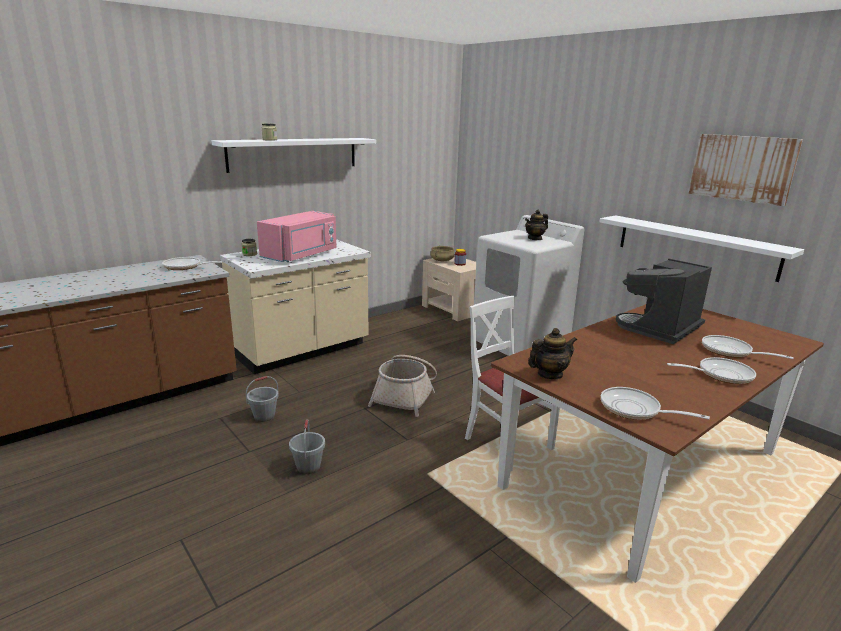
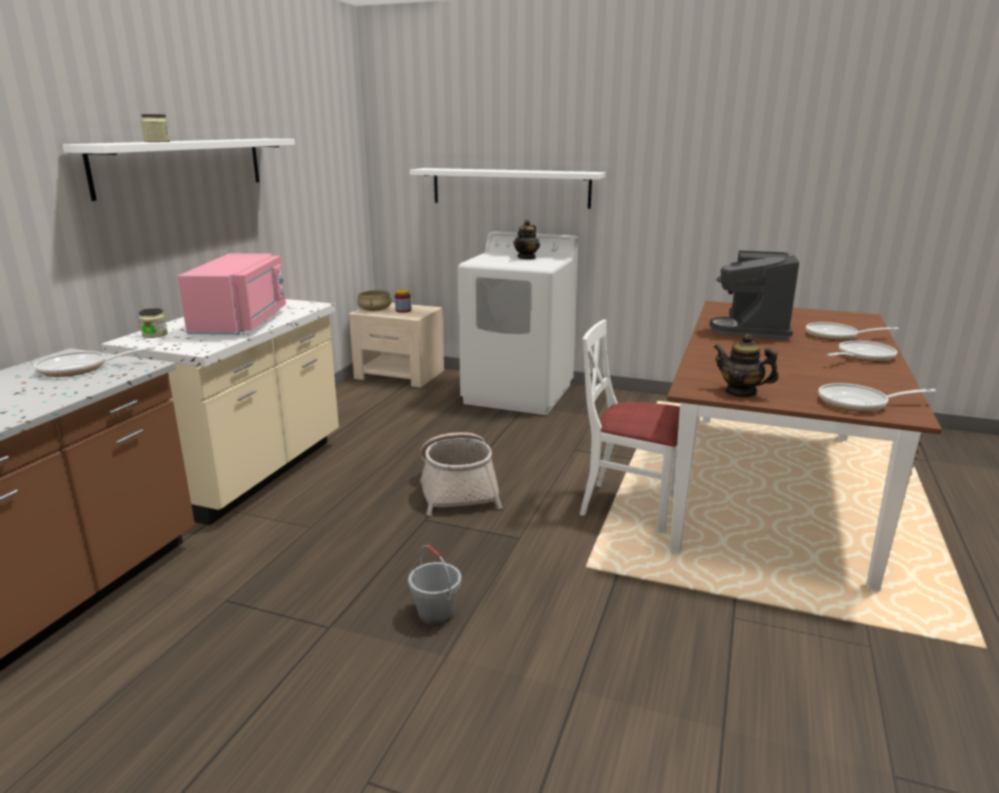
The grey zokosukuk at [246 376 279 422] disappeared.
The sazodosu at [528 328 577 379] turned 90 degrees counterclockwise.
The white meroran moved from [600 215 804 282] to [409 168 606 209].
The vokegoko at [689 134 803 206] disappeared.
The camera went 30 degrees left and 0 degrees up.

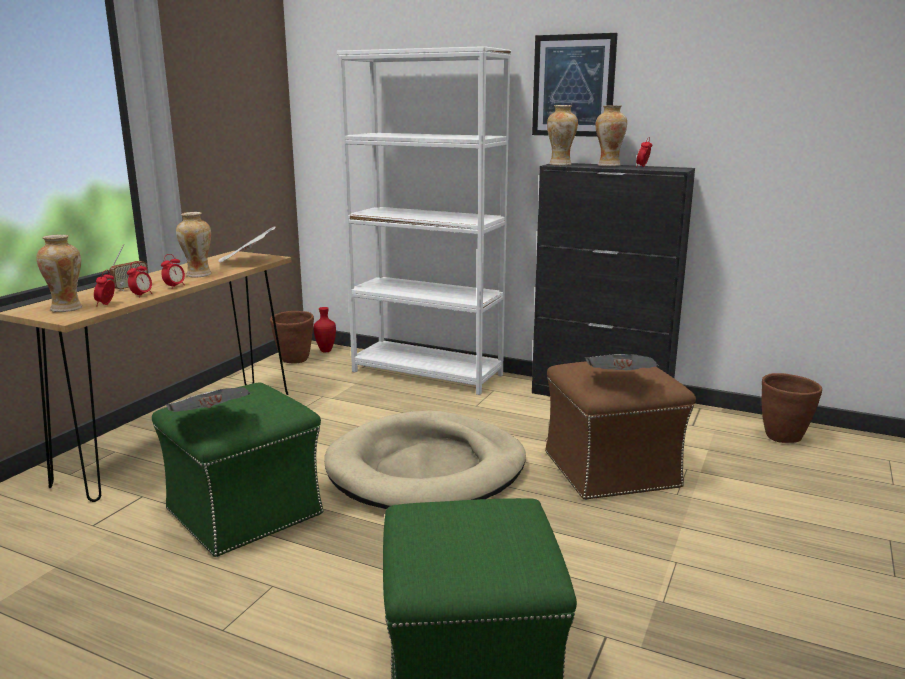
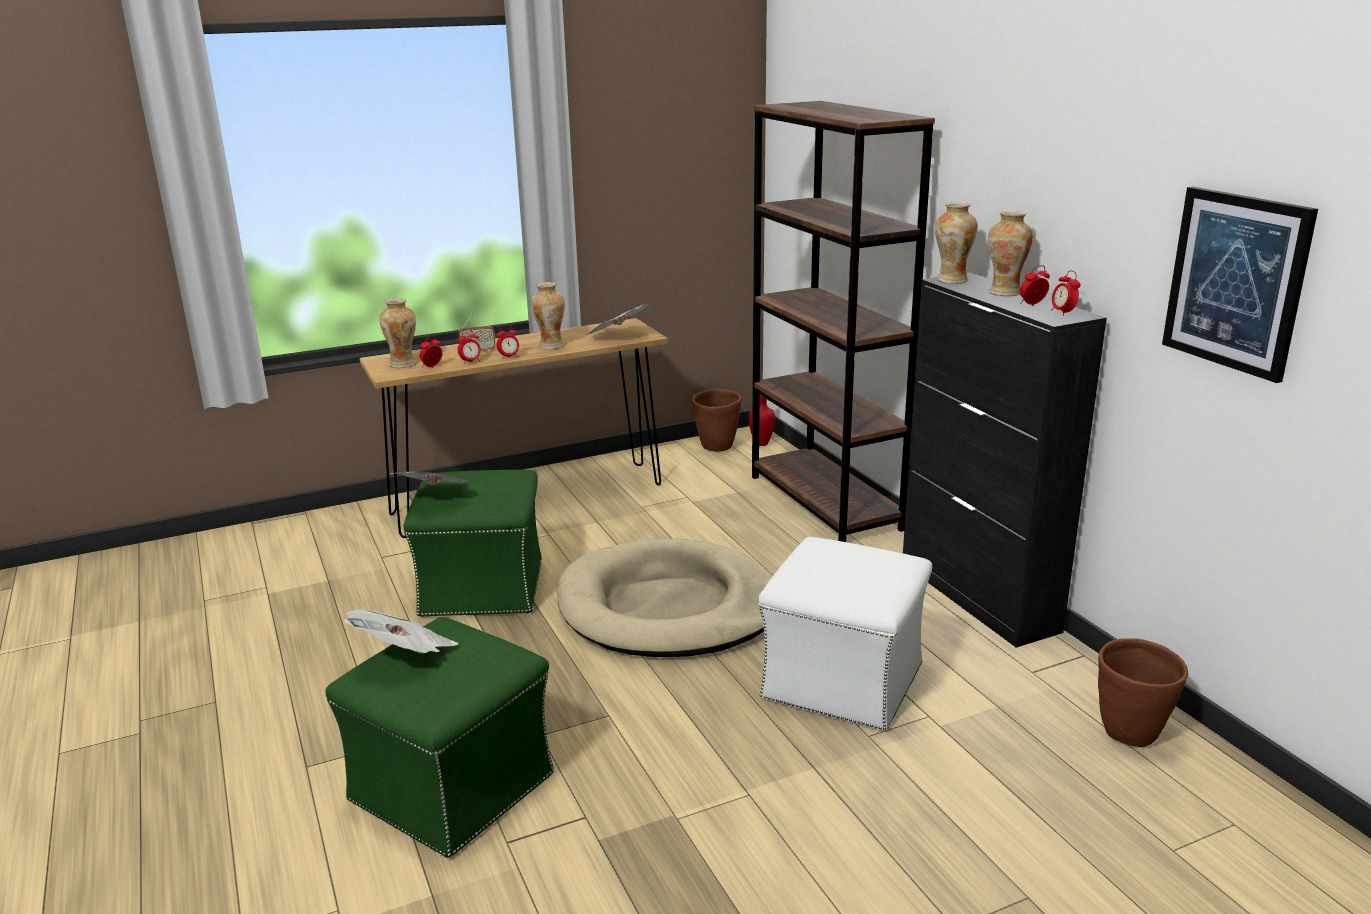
The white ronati at [337 46 511 395] became the brown ronati at [752 101 935 542].
The vokegoko moved from [532 33 618 137] to [1162 187 1318 383].
The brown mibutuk at [545 361 696 500] became the white mibutuk at [759 537 932 731].
The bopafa moved from [585 354 659 370] to [343 609 458 653].
The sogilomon at [1051 270 1081 316] appeared.
The camera went 40 degrees right and 5 degrees up.

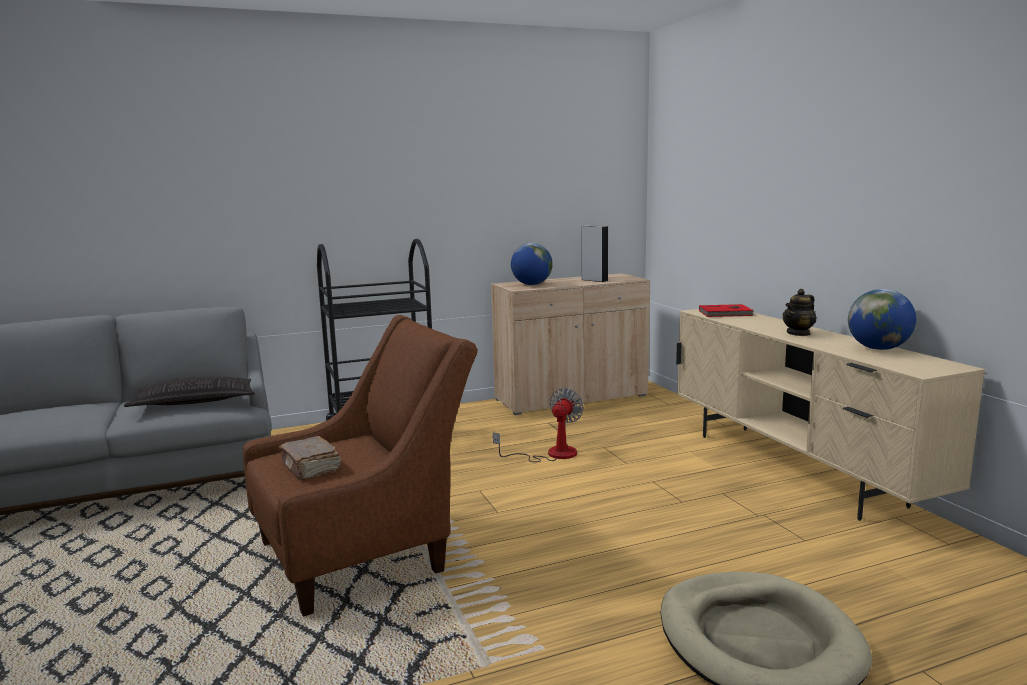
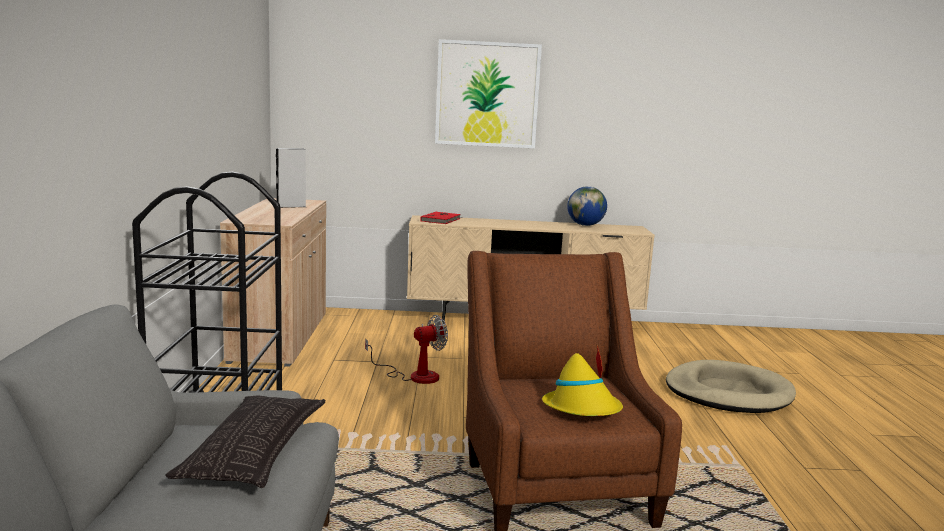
The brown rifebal at [278 436 341 480] was replaced by the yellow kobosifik at [542 346 623 416].
The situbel at [493 388 584 462] turned 105 degrees clockwise.
The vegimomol at [511 243 553 285] disappeared.
The sazodosu at [783 289 817 336] disappeared.
The vokegoko at [435 39 542 148] appeared.
The camera went 70 degrees left and 0 degrees up.

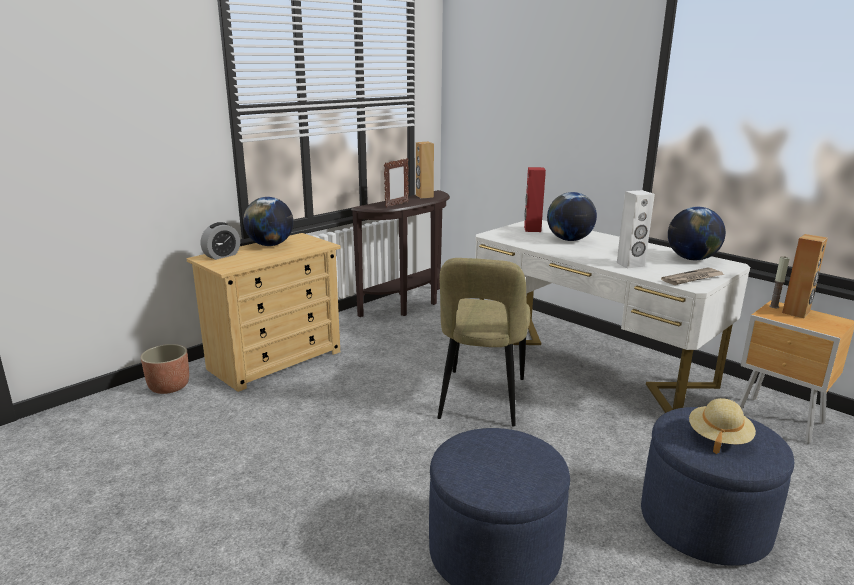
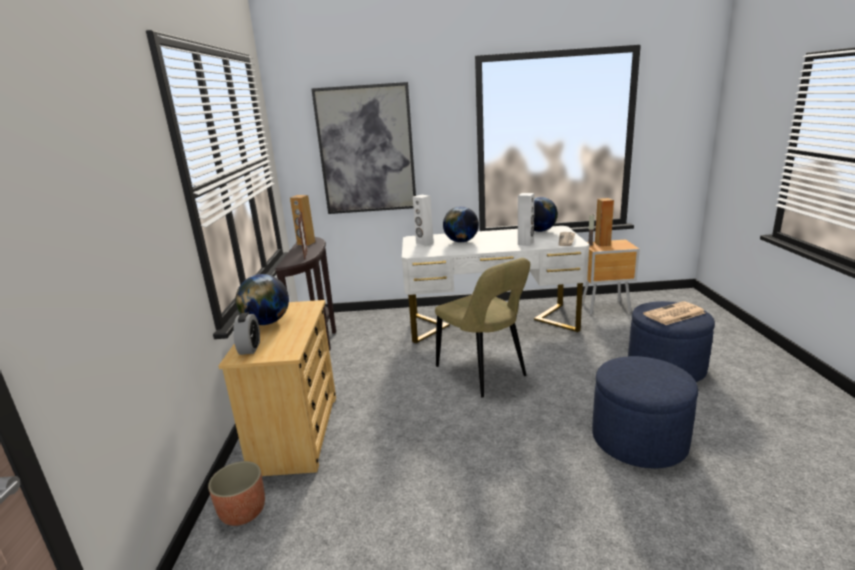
The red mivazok at [524 167 546 232] became the white mivazok at [413 195 434 245].
The beige kobosifik at [689 398 756 454] was replaced by the bopafa at [643 301 705 325].
The vokegoko at [311 82 416 214] appeared.
The camera went 45 degrees left and 0 degrees up.

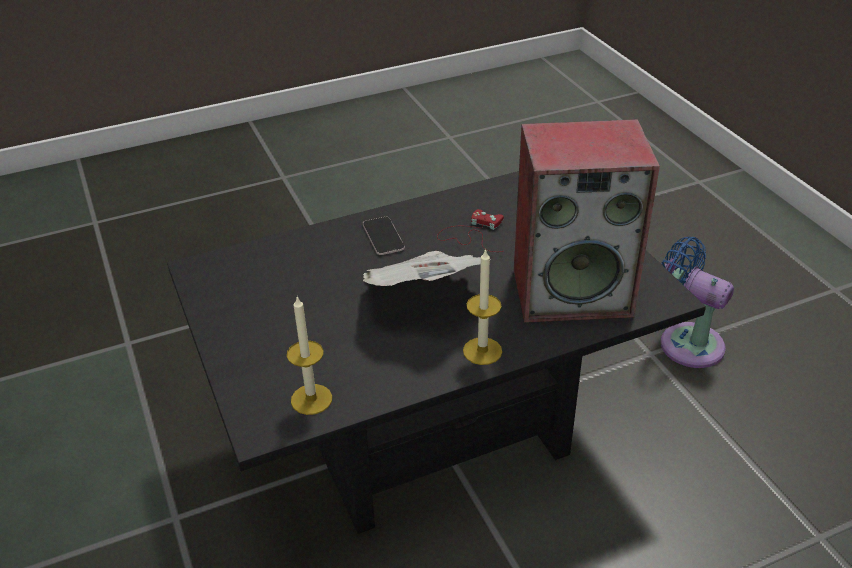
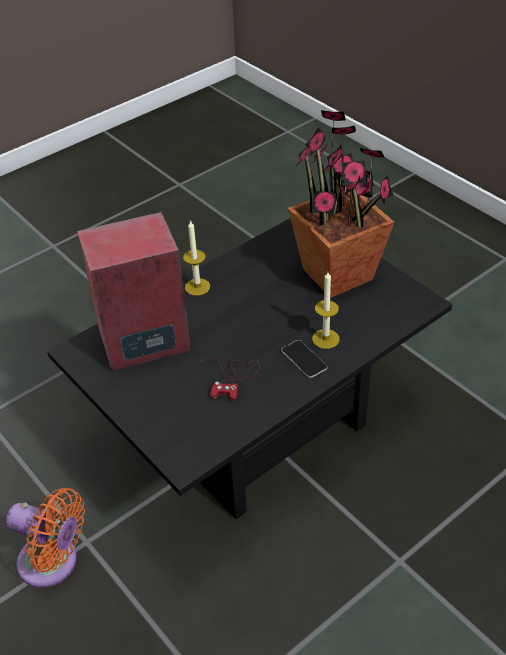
The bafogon moved from [287 297 332 415] to [312 272 339 349].
The bopafa at [363 251 481 286] disappeared.
The blue situbel at [661 237 734 368] became the orange situbel at [6 488 85 588].
The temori at [288 110 394 298] appeared.
The camera went 165 degrees right and 5 degrees up.

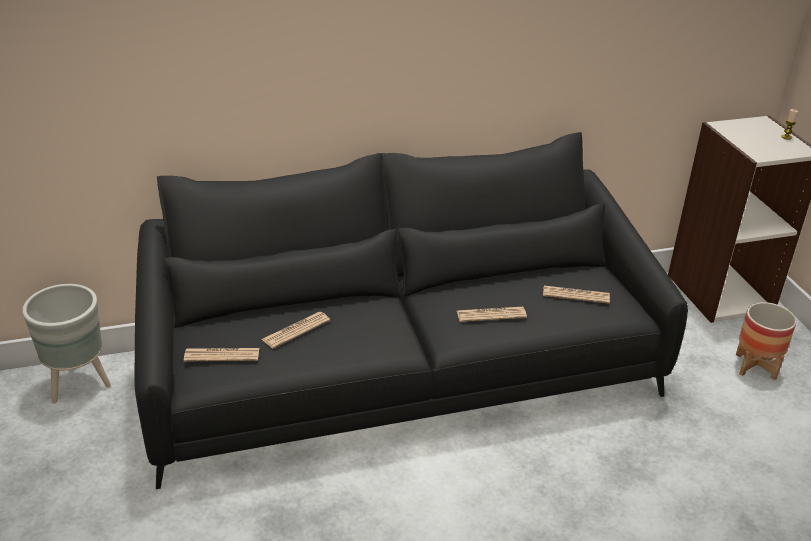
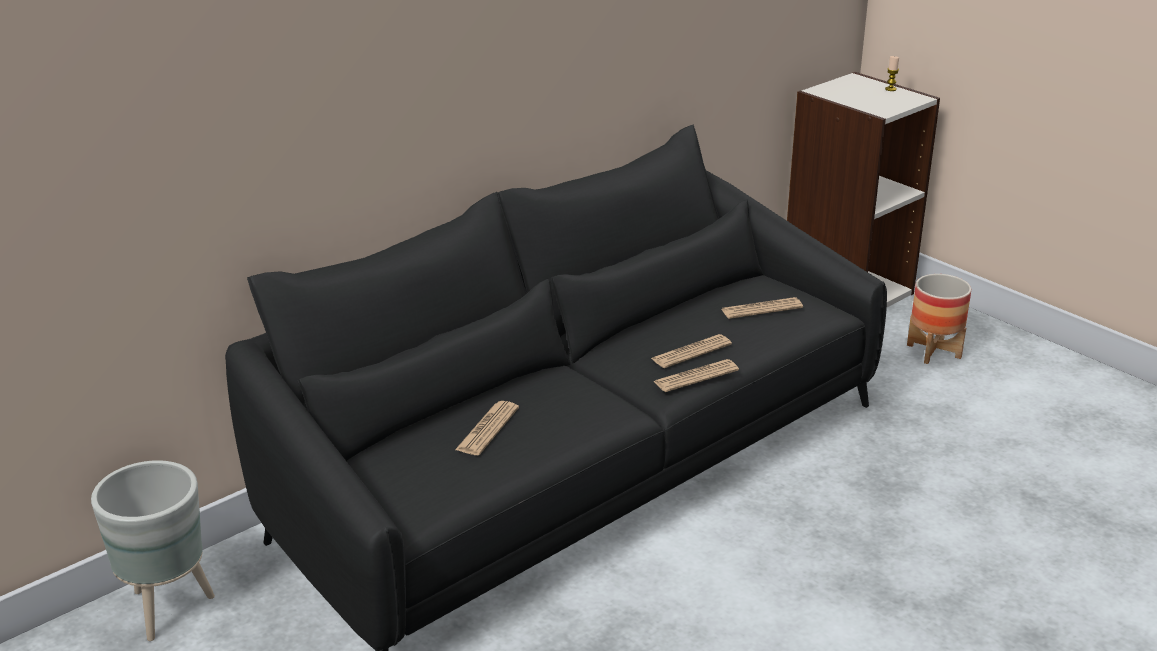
The bopafa moved from [184 348 259 361] to [653 359 739 392].
The camera went 25 degrees left and 5 degrees down.

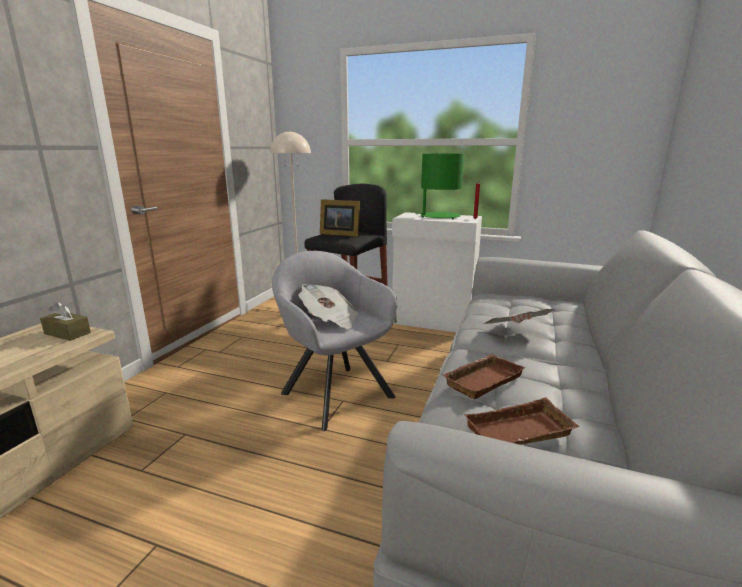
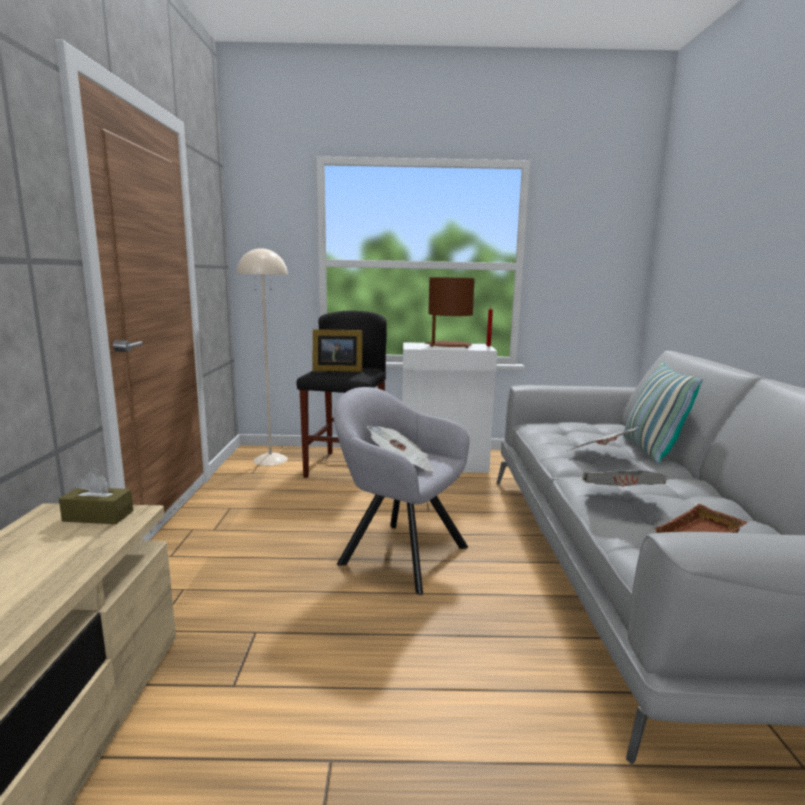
The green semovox at [415 153 464 219] became the brown semovox at [425 277 475 348].
The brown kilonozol at [443 354 525 399] was replaced by the bopafa at [582 470 667 487].
The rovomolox at [623 361 703 464] appeared.
The camera went 20 degrees left and 5 degrees down.

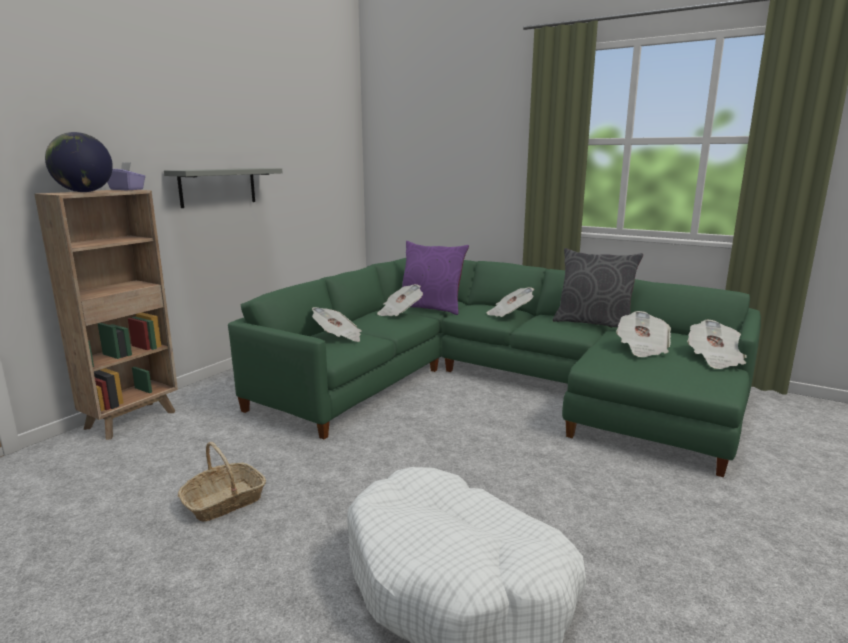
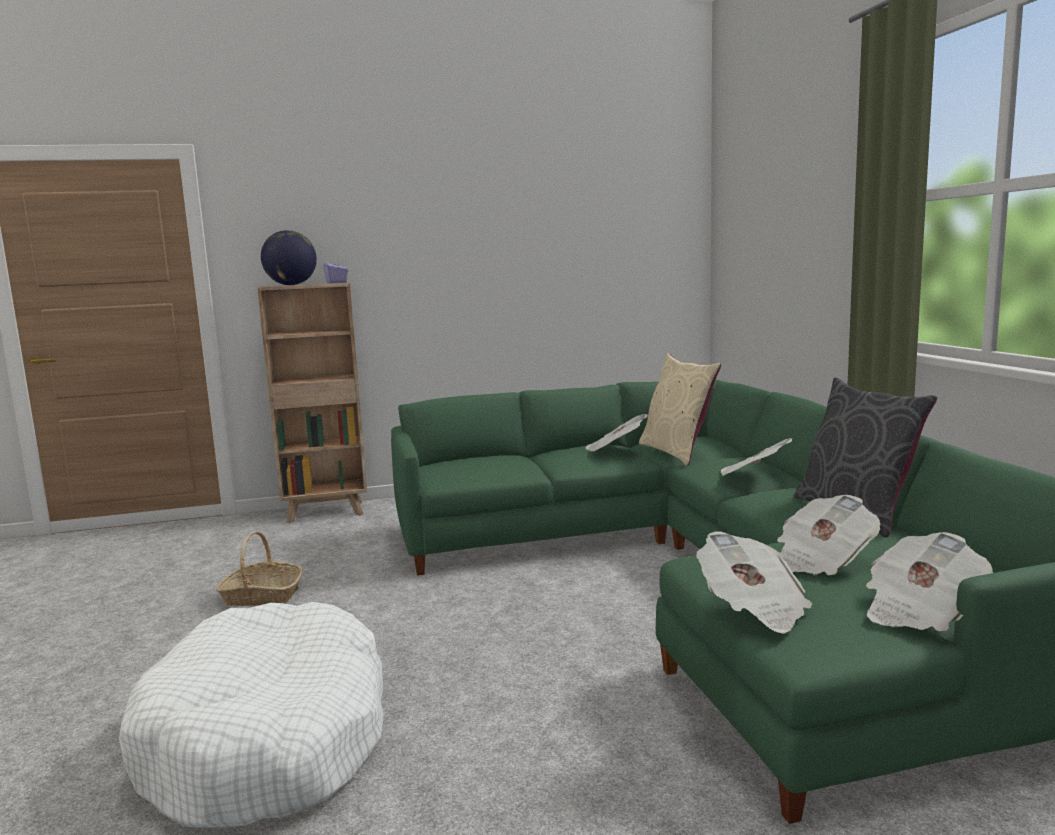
The grey meroran at [164 168 282 208] disappeared.
The bopafa moved from [312 307 362 342] to [696 531 812 634].
The purple rovomolox at [402 241 469 315] became the beige rovomolox at [639 353 721 466].
The camera went 45 degrees right and 5 degrees down.

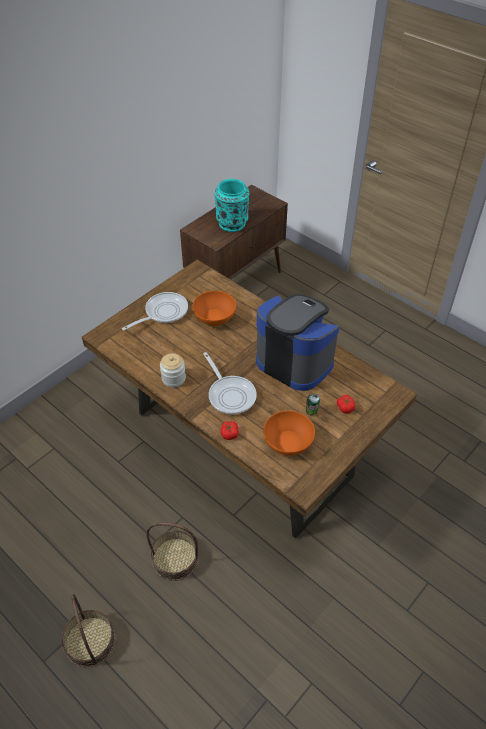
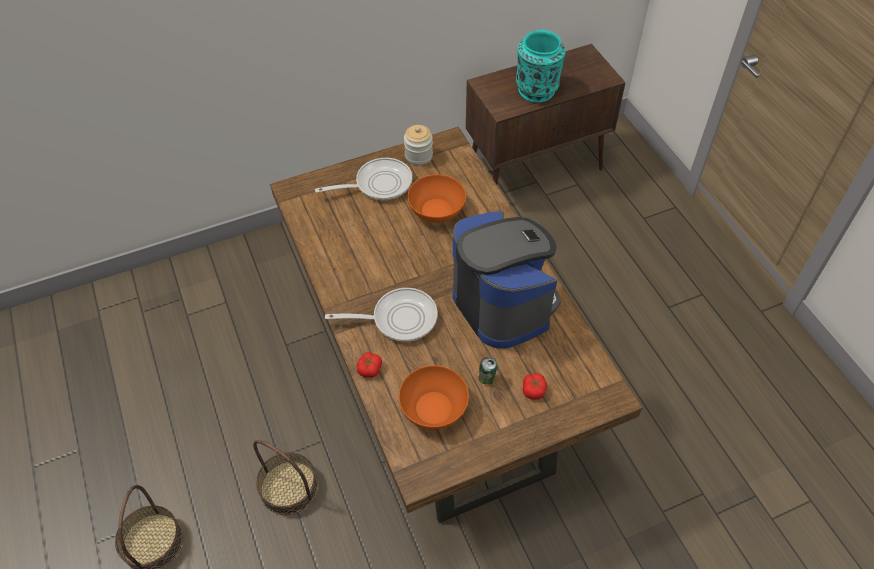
The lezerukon moved from [160 353 186 387] to [404 125 433 165].
The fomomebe at [203 352 257 415] turned 90 degrees counterclockwise.
The camera went 25 degrees right and 5 degrees up.

